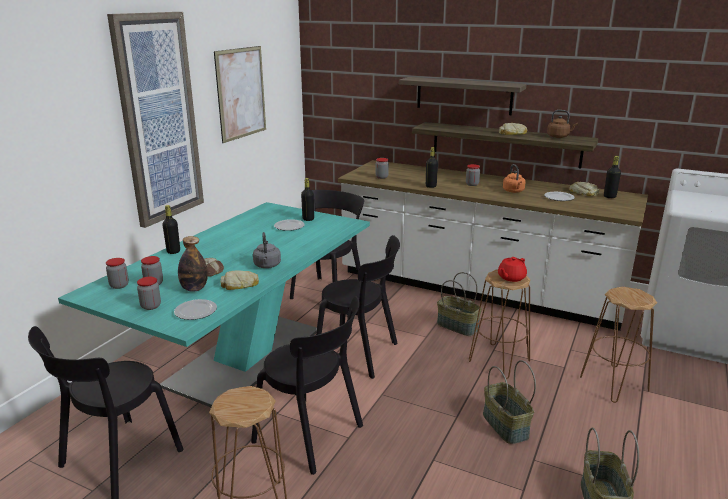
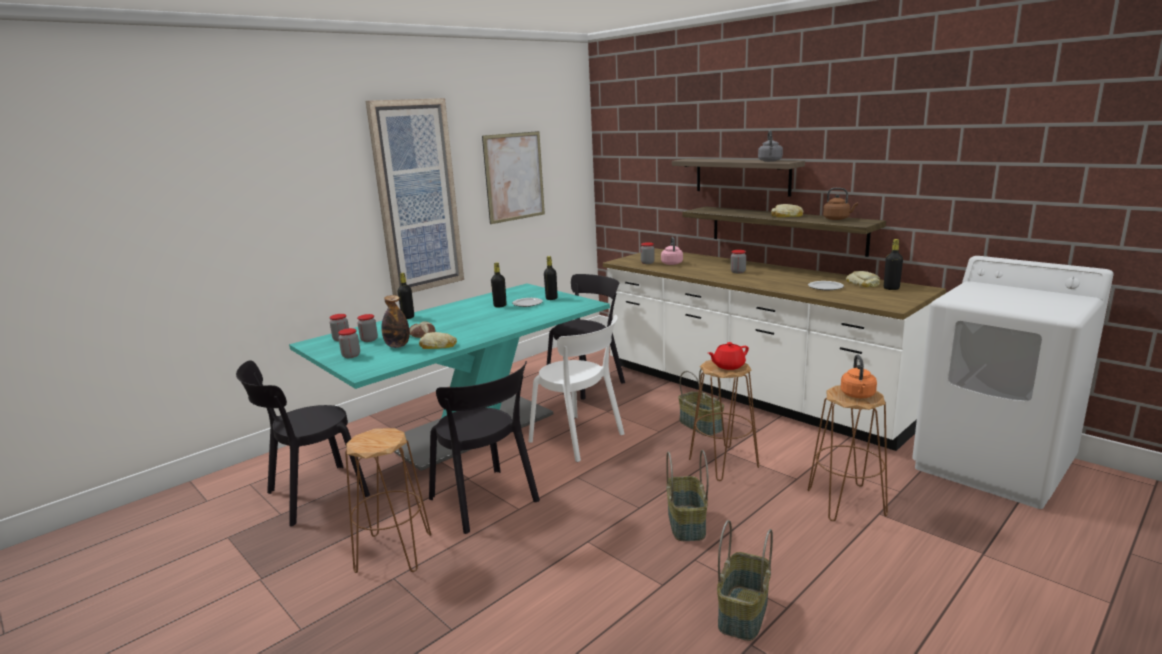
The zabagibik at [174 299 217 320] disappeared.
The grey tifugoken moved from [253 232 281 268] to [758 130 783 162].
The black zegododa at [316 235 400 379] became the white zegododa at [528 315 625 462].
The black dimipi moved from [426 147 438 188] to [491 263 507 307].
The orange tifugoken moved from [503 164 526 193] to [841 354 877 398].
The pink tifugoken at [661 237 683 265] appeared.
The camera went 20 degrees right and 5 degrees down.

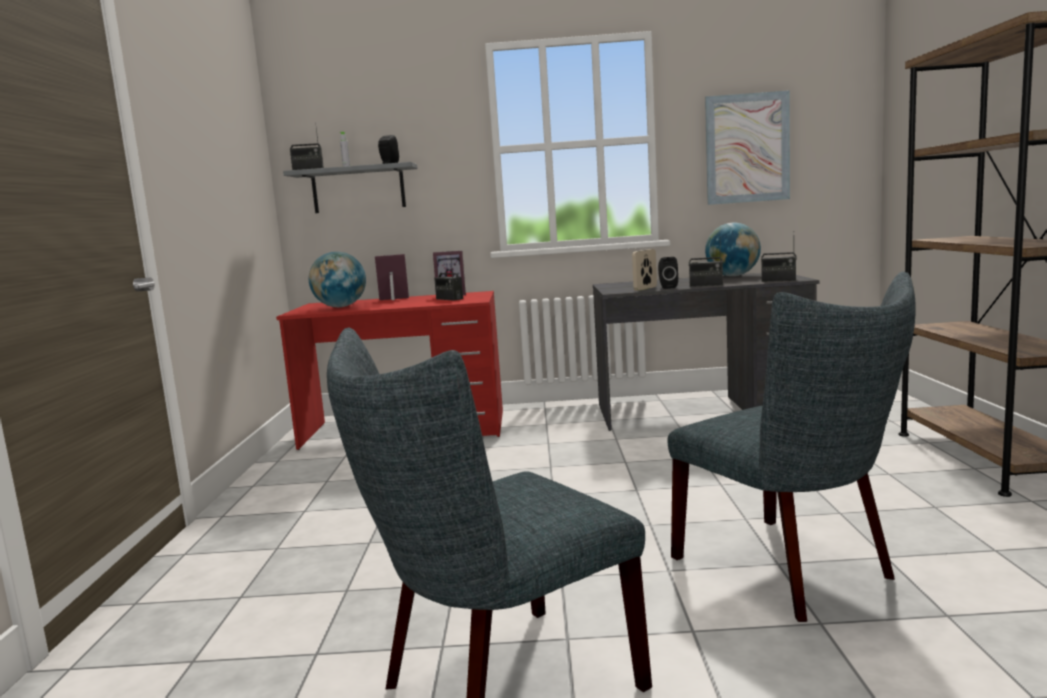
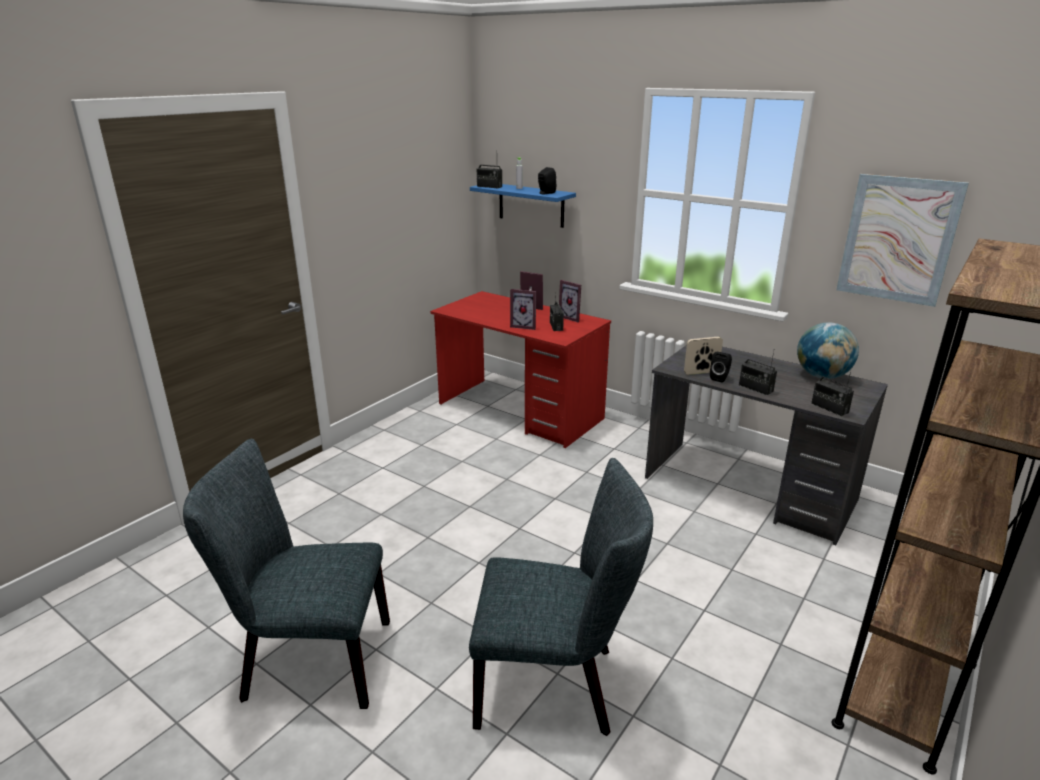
The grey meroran at [283 162 418 213] became the blue meroran at [470 184 576 228].
The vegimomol at [309 251 366 307] disappeared.
The grey zegododa at [668 271 916 622] turned 90 degrees counterclockwise.
The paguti at [510 289 536 330] appeared.
The camera went 35 degrees right and 15 degrees up.

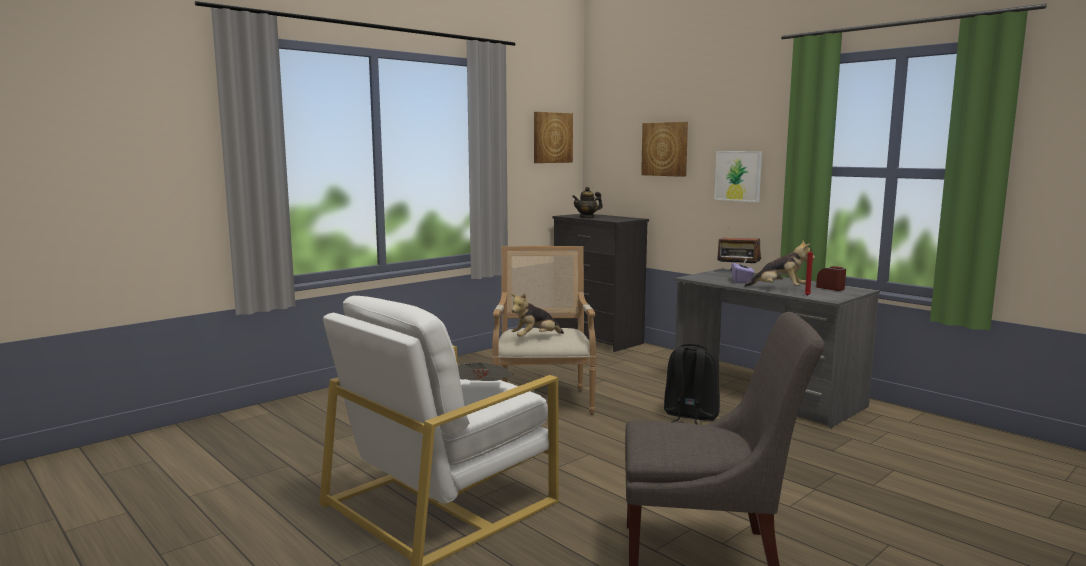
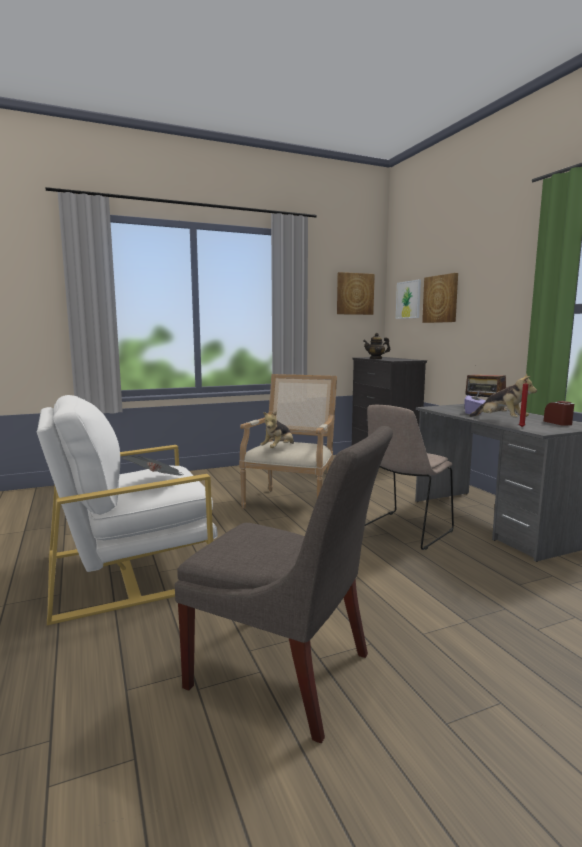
The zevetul at [511 293 564 337] turned 45 degrees counterclockwise.
The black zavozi at [664 344 720 424] was replaced by the beige zegododa at [365 405 454 550].
The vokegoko moved from [714 151 762 202] to [396 279 421 319].
The camera went 20 degrees right and 0 degrees up.

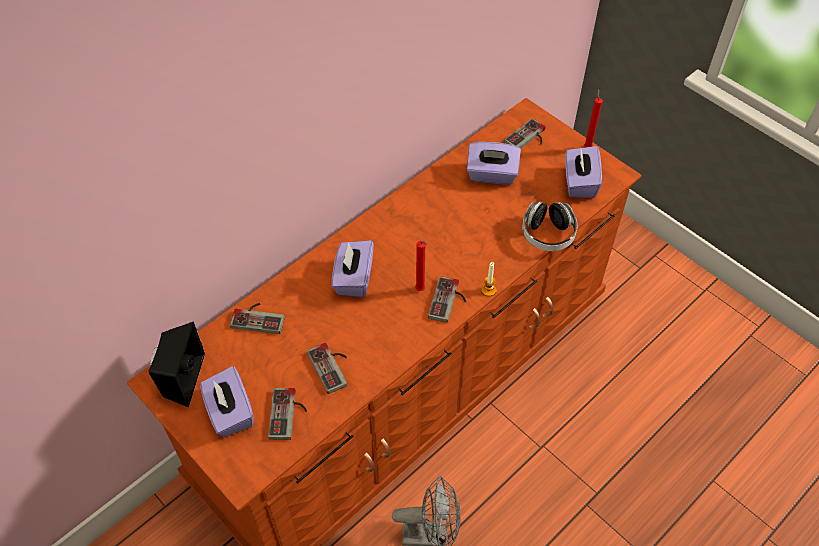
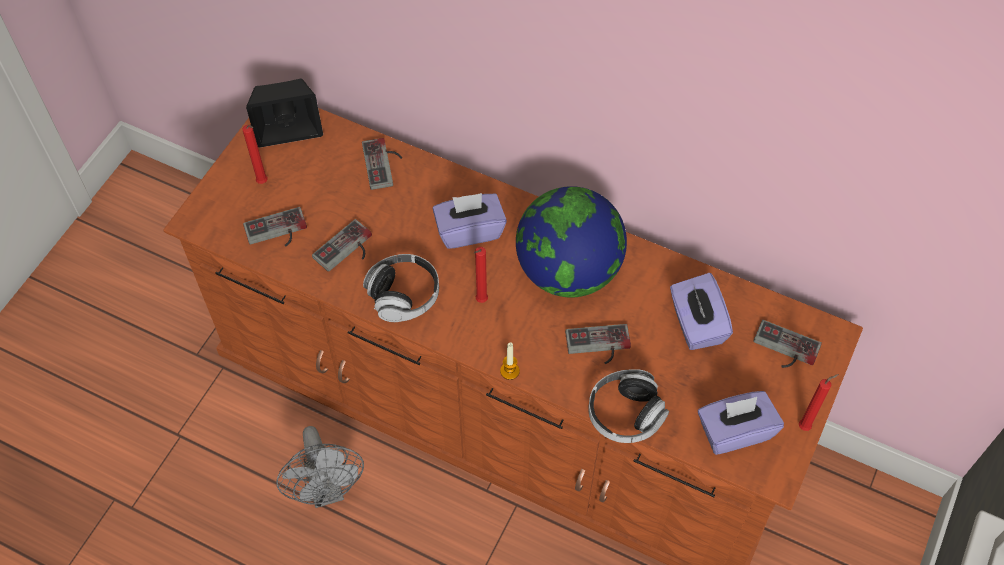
The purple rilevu at [200 366 254 437] was replaced by the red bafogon at [242 125 268 184].
The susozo moved from [428 276 466 323] to [565 324 631 364].
The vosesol at [363 254 439 322] appeared.
The vegimomol at [516 186 627 298] appeared.
The camera went 70 degrees right and 5 degrees up.

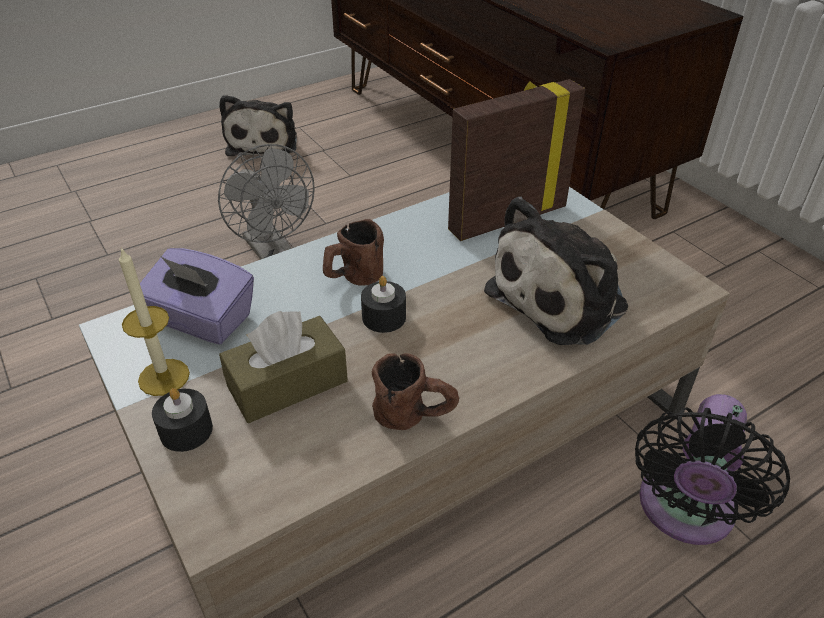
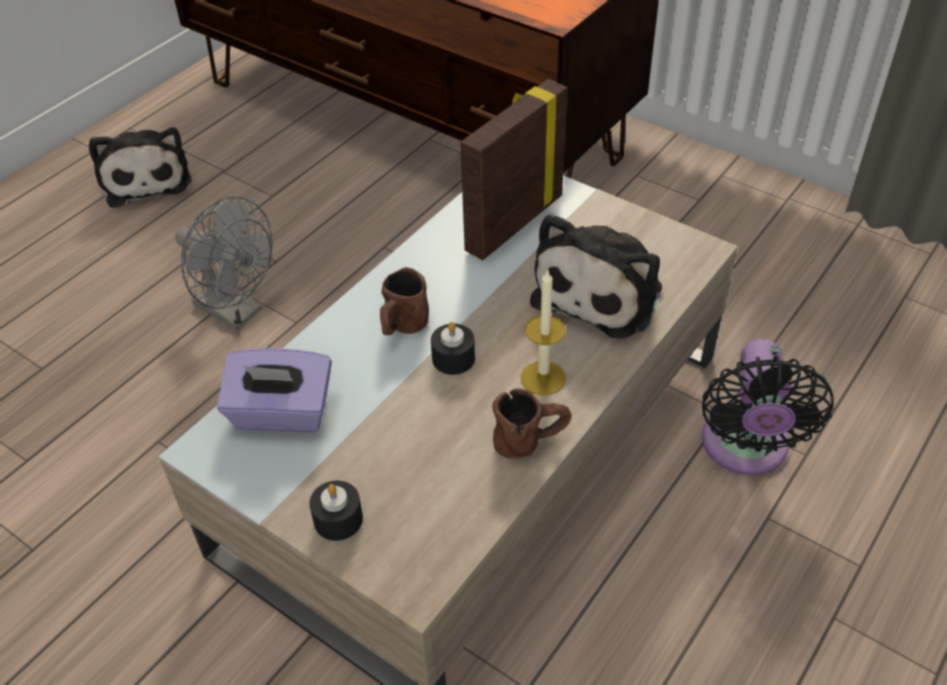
The bafogon moved from [119 247 190 396] to [521 269 566 396].
The brown rilevu at [219 311 348 423] disappeared.
The camera went 20 degrees left and 5 degrees up.

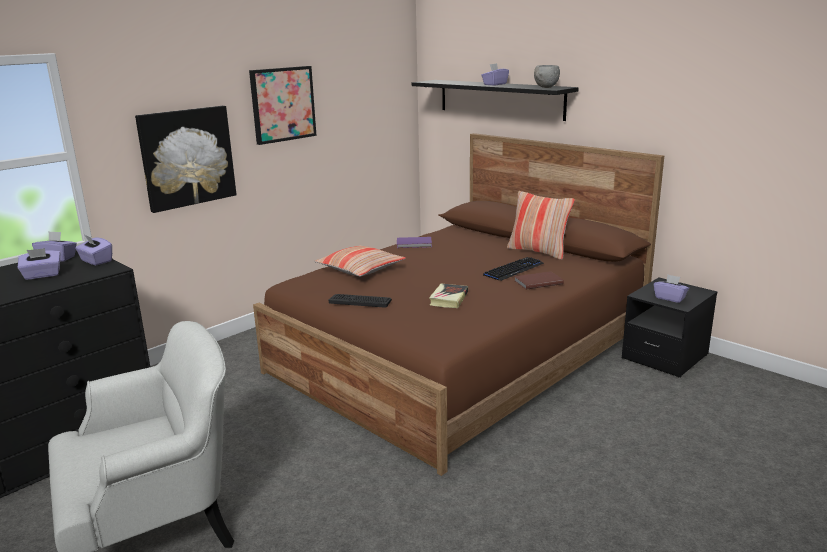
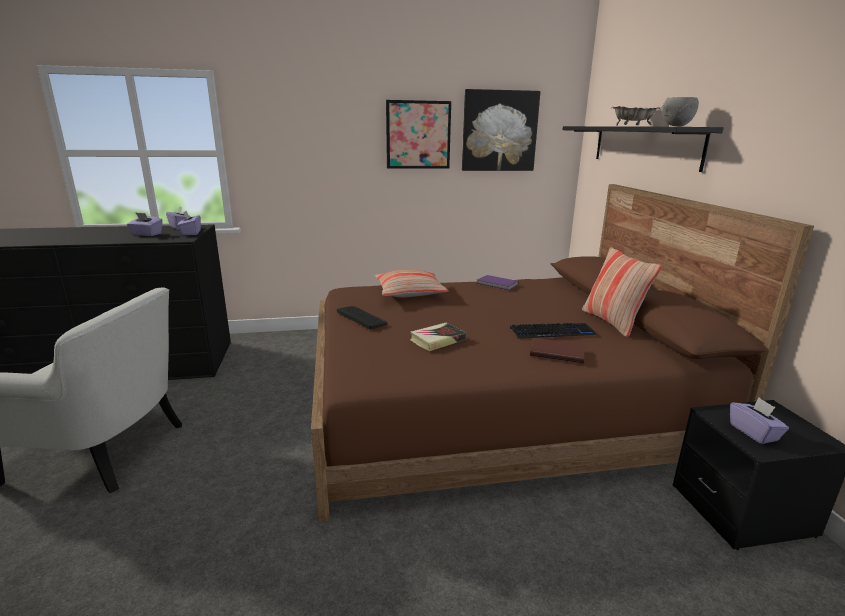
The vokegoko moved from [135 106 236 213] to [462 89 540 171].
The purple rilevu at [481 63 509 85] was replaced by the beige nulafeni at [611 106 660 126].
The camera went 35 degrees right and 0 degrees up.

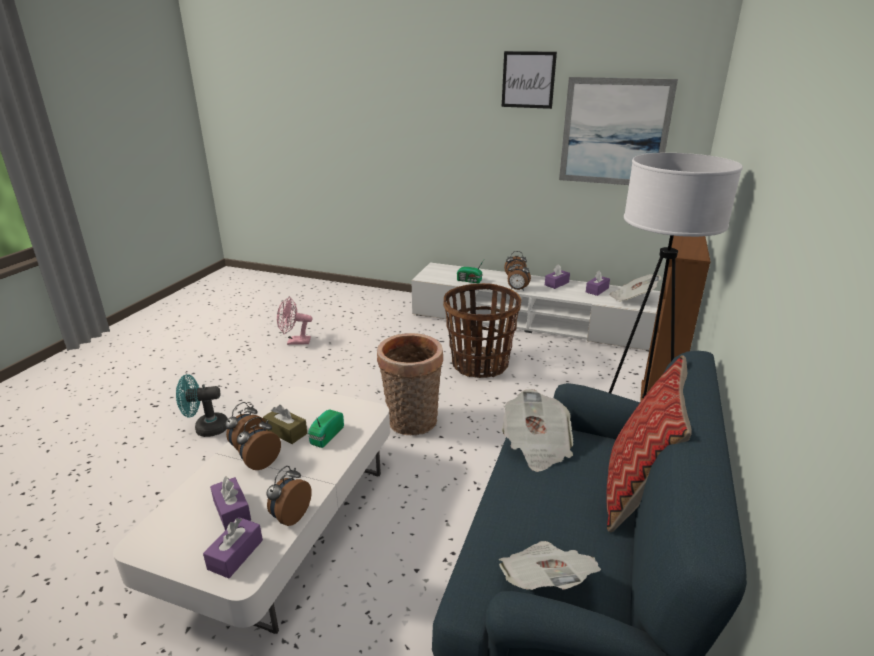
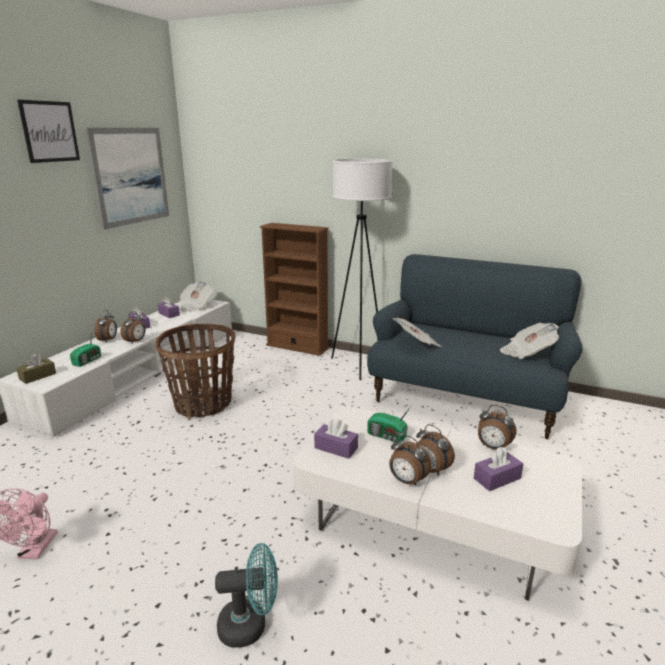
The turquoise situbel at [176 374 228 437] turned 90 degrees counterclockwise.
The purple rilevu moved from [203 517 263 578] to [314 419 358 459].
The brown rilevu moved from [263 405 307 444] to [16 354 56 384].
The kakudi at [377 333 443 435] disappeared.
The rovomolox at [607 355 692 532] disappeared.
The camera went 85 degrees left and 5 degrees down.

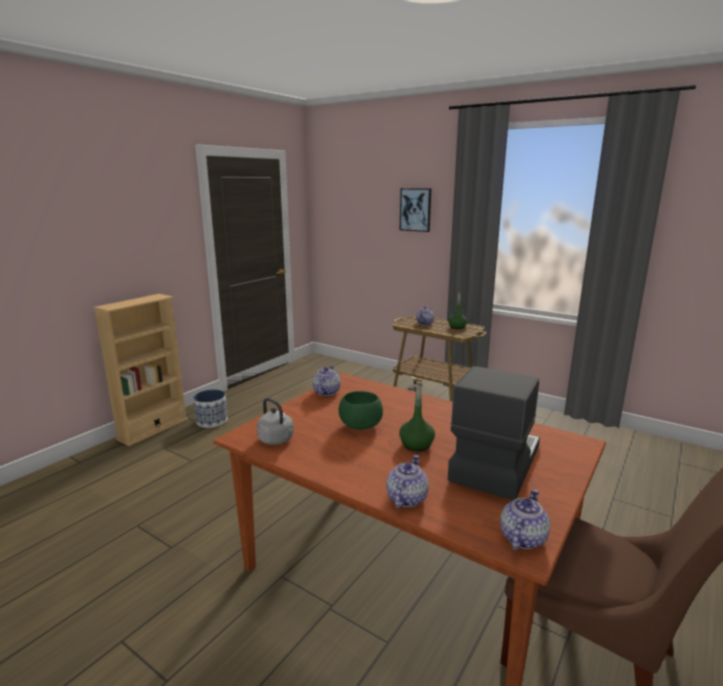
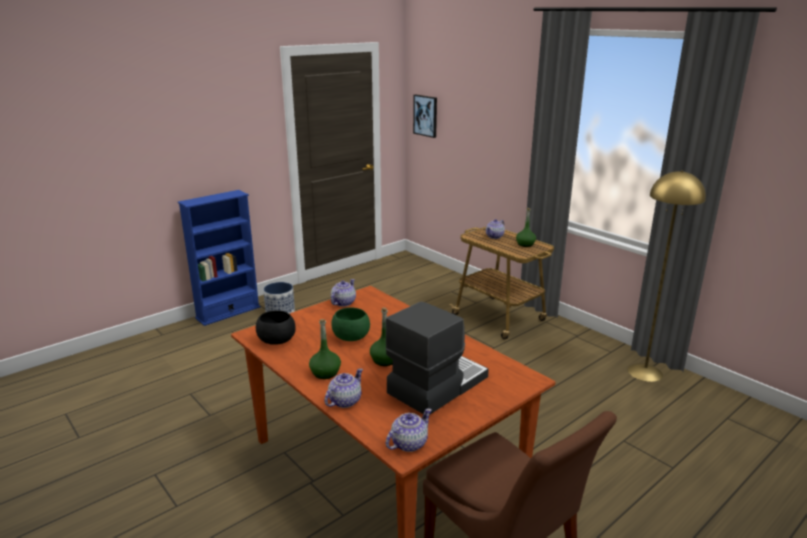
The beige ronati at [93 294 188 446] became the blue ronati at [178 190 260 326].
The grey tifugoken at [257 398 294 445] was replaced by the black nulafeni at [256 310 296 345].
The vokegoko moved from [400 188 431 232] to [413 94 437 138].
The green dimipi at [309 319 341 379] appeared.
The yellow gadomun at [627 170 706 382] appeared.
The camera went 15 degrees right and 5 degrees up.

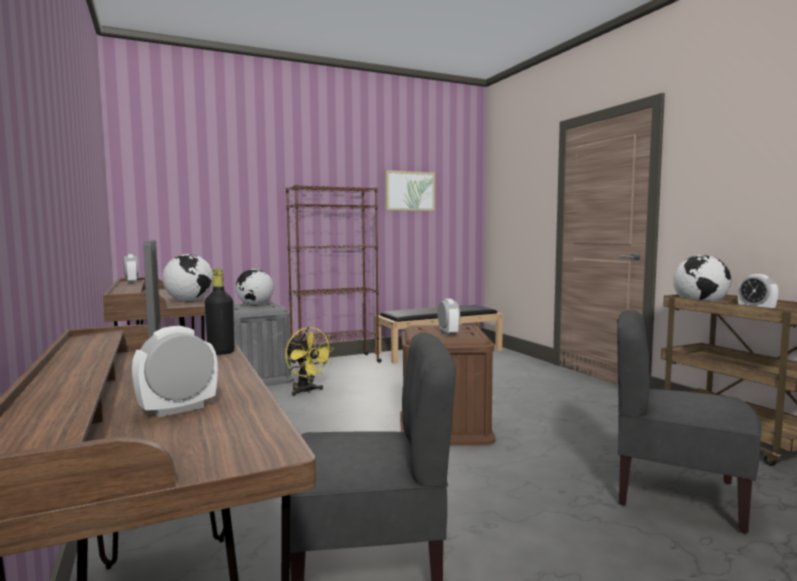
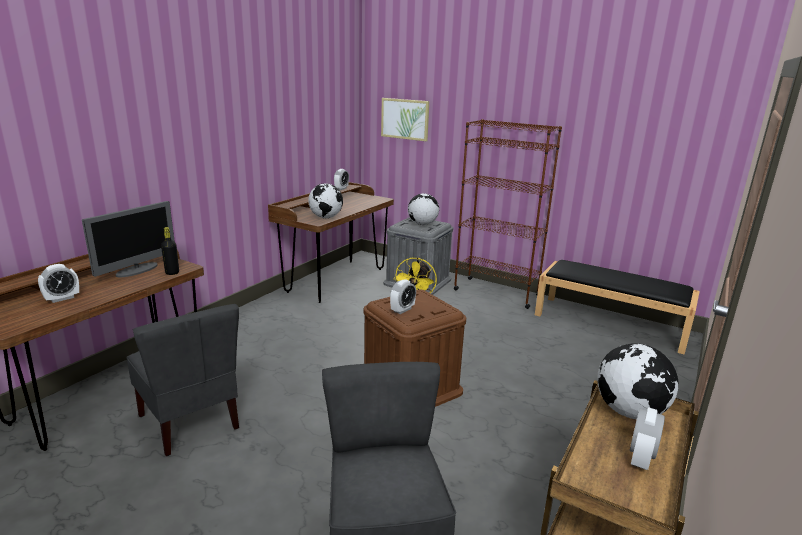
The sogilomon at [132 326 218 418] turned 120 degrees clockwise.
The vokegoko moved from [385 170 435 211] to [381 98 429 141].
The camera went 55 degrees right and 15 degrees up.

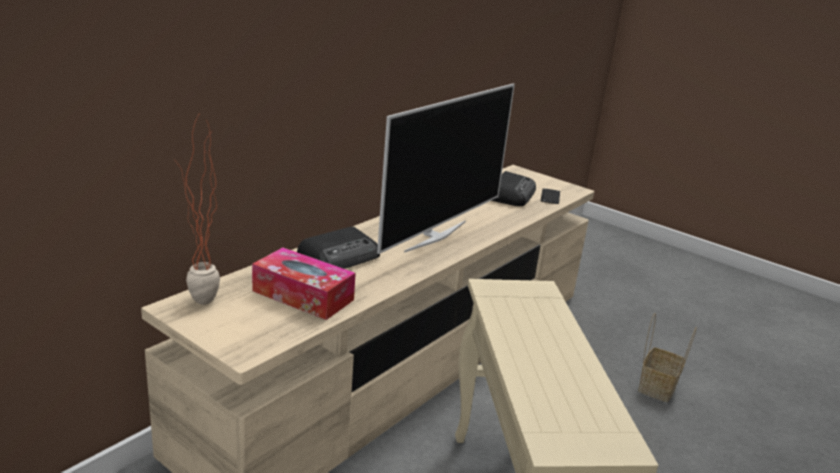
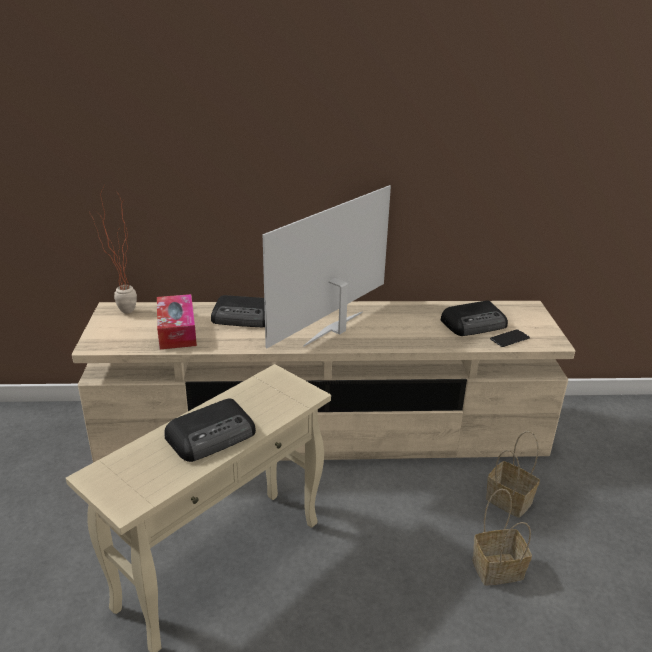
The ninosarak at [377 84 515 254] turned 135 degrees clockwise.
The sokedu at [164 398 256 462] appeared.
The kakudi at [486 431 540 518] appeared.
The camera went 50 degrees right and 5 degrees up.

